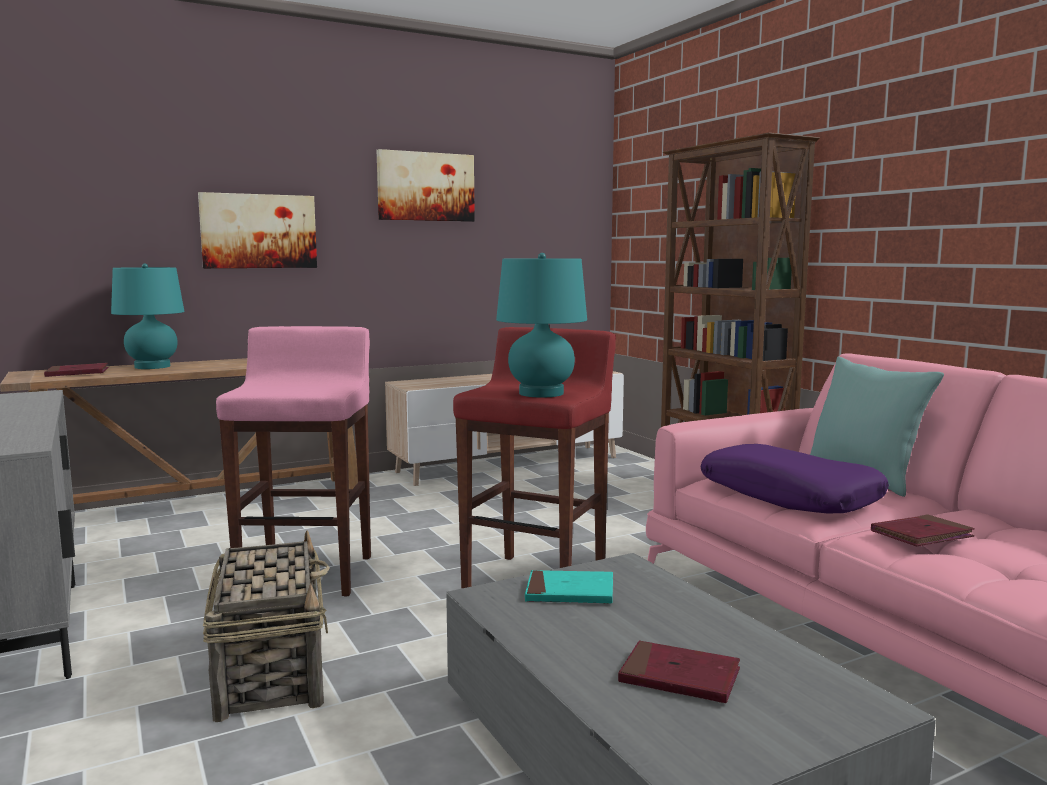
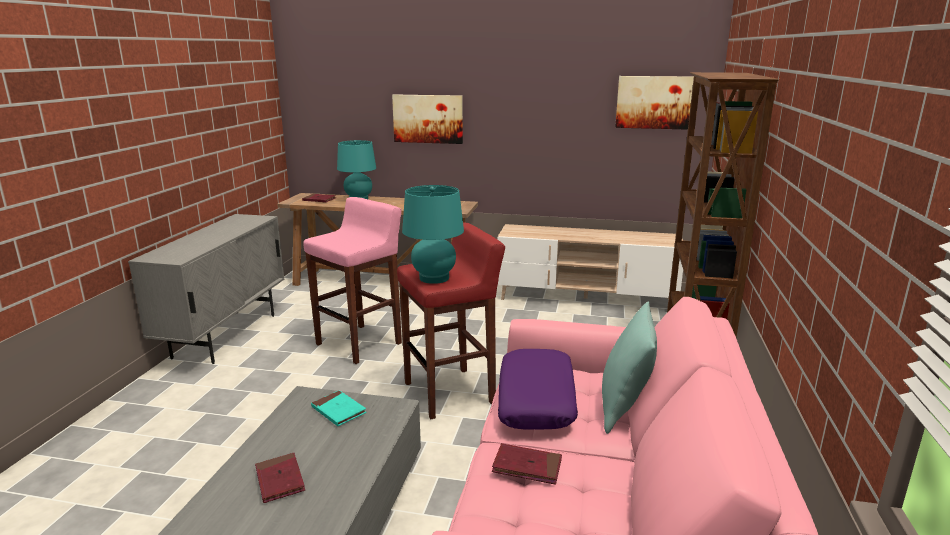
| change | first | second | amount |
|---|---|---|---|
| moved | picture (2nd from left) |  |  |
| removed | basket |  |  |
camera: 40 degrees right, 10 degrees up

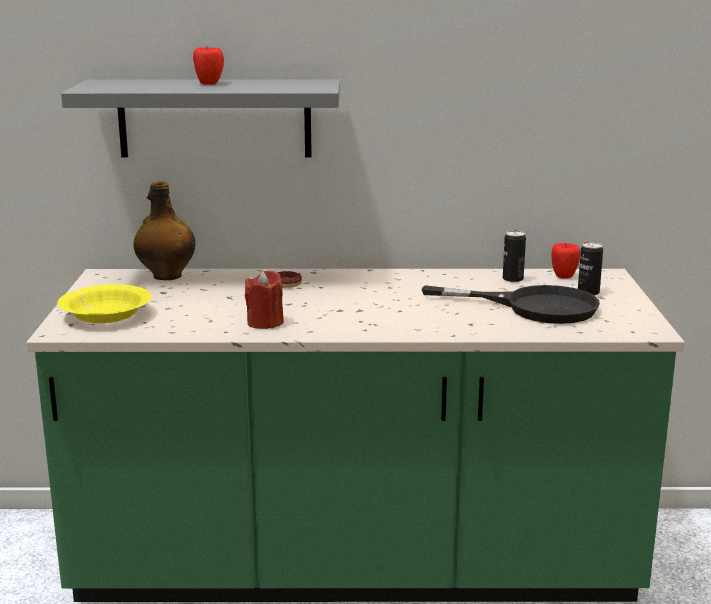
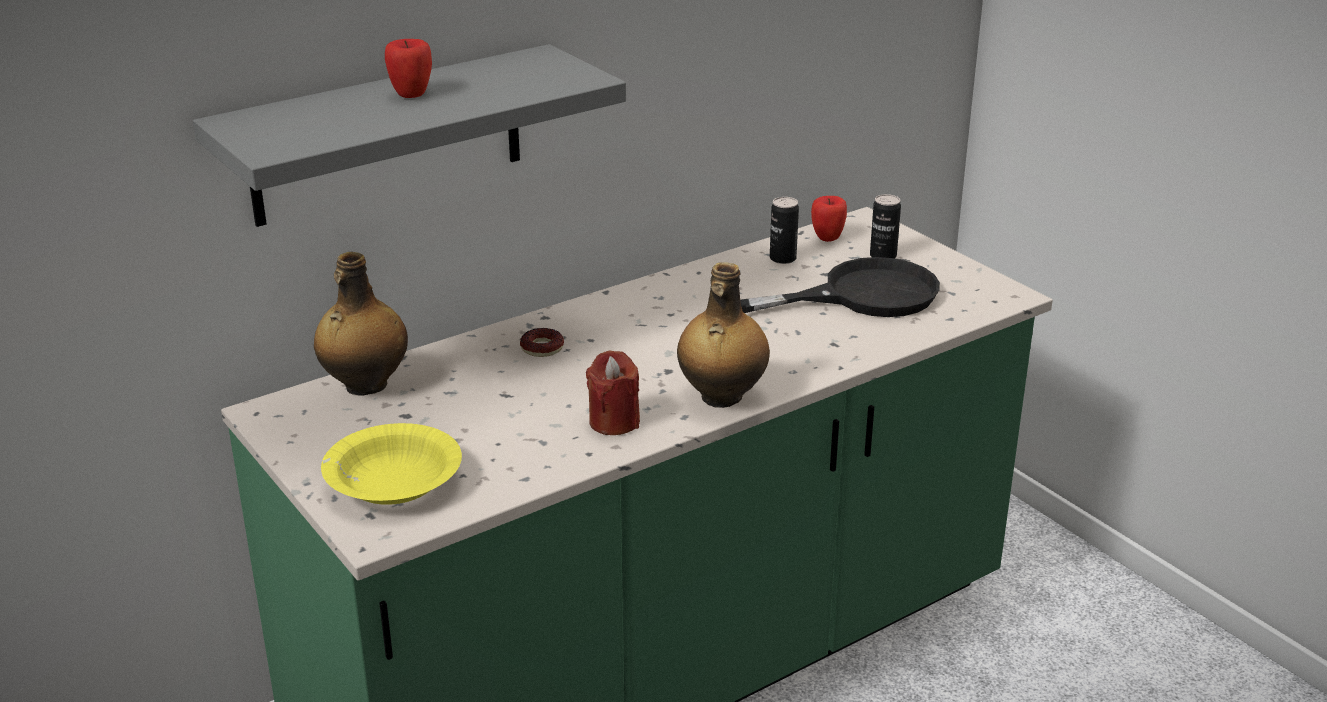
| change | first | second | amount |
|---|---|---|---|
| added |  | bottle (2nd from left) |  |
camera: 35 degrees left, 10 degrees up

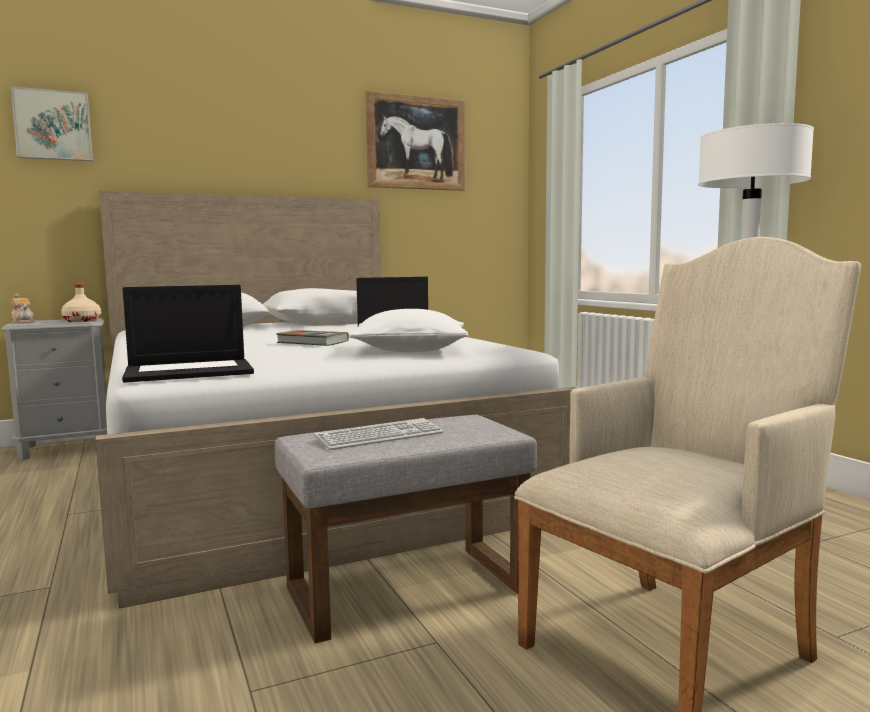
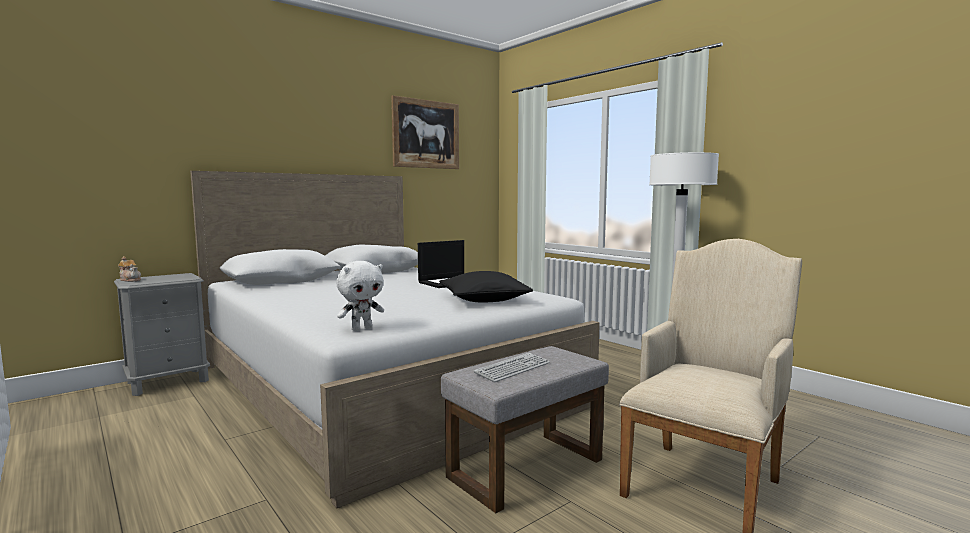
| change | first | second | amount |
|---|---|---|---|
| replaced | laptop (1st from left) | white plush toy |  |
| recoloured | white pillow | black pillow |  |
| removed | picture (1st from left) |  |  |
| removed | beige bottle |  |  |
| removed | book |  |  |
camera: 15 degrees left, 0 degrees up

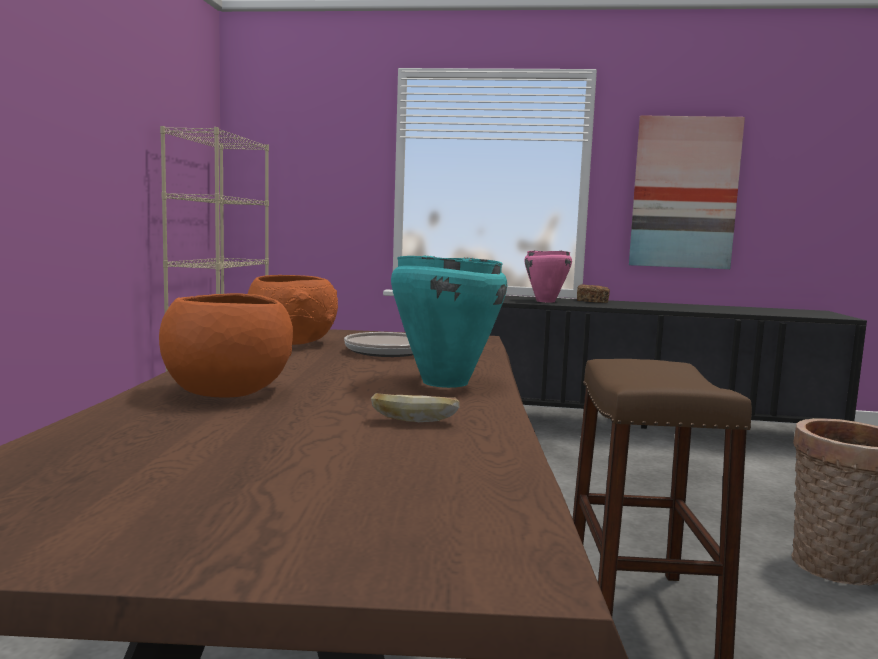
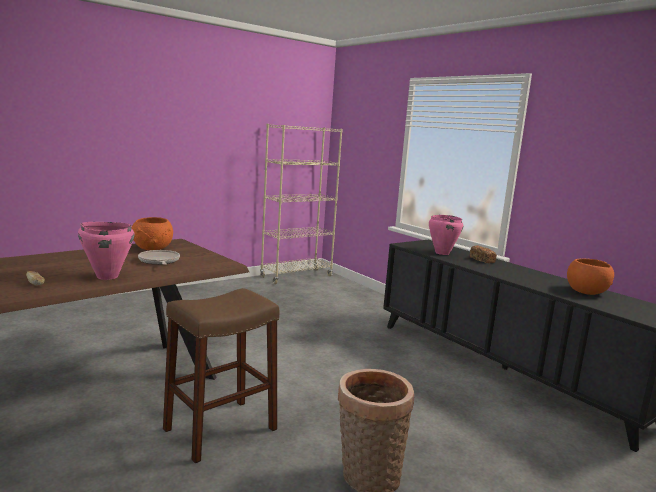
| change | first | second | amount |
|---|---|---|---|
| recoloured | turquoise cooking pot | pink cooking pot (1st from left) |  |
| moved | orange bowl (1st from left in the first image) | orange bowl (2nd from left) |  |
| removed | picture |  |  |
camera: 45 degrees right, 5 degrees up

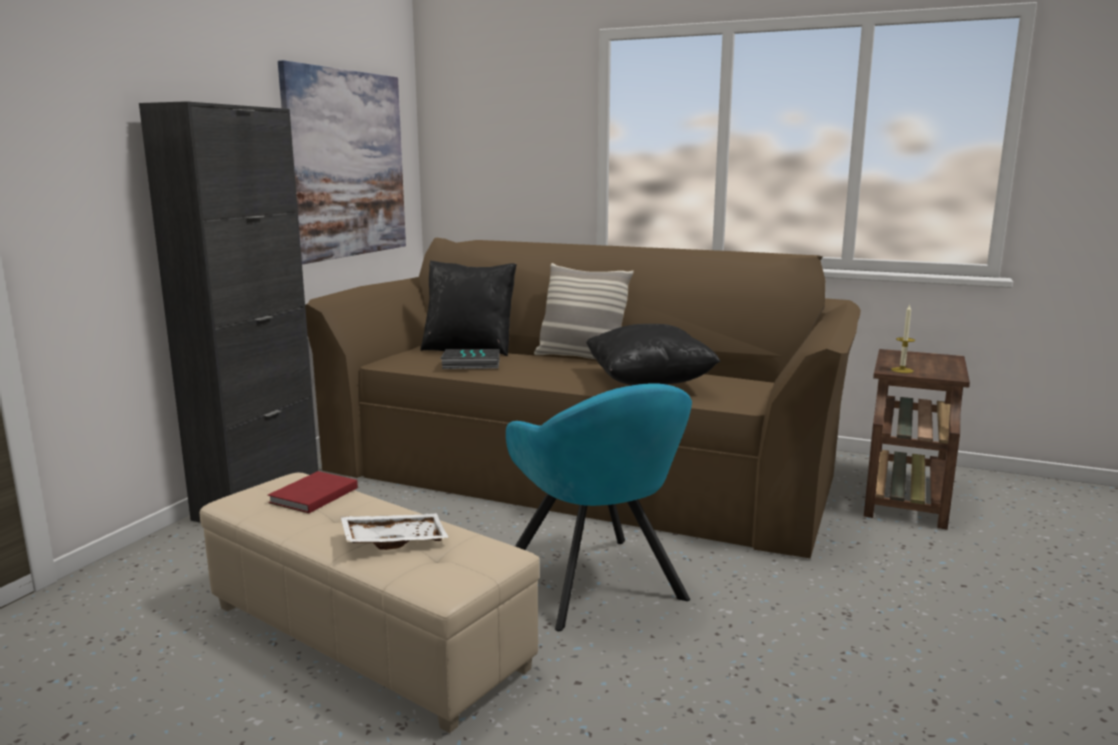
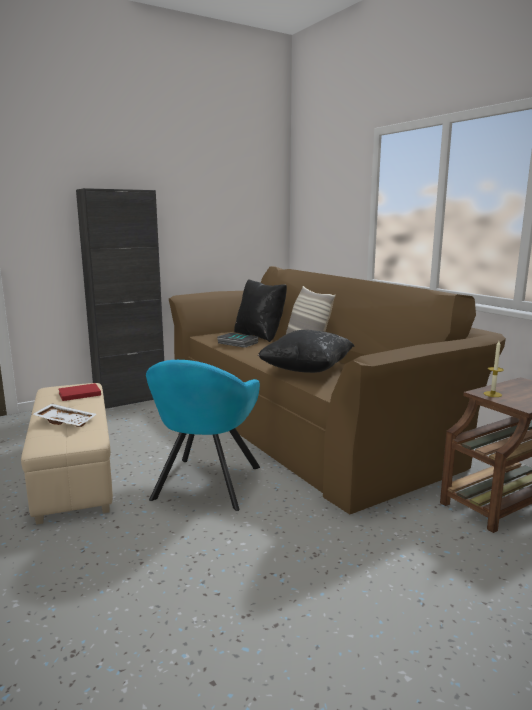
| change | first | second | amount |
|---|---|---|---|
| removed | picture |  |  |
camera: 35 degrees right, 0 degrees up

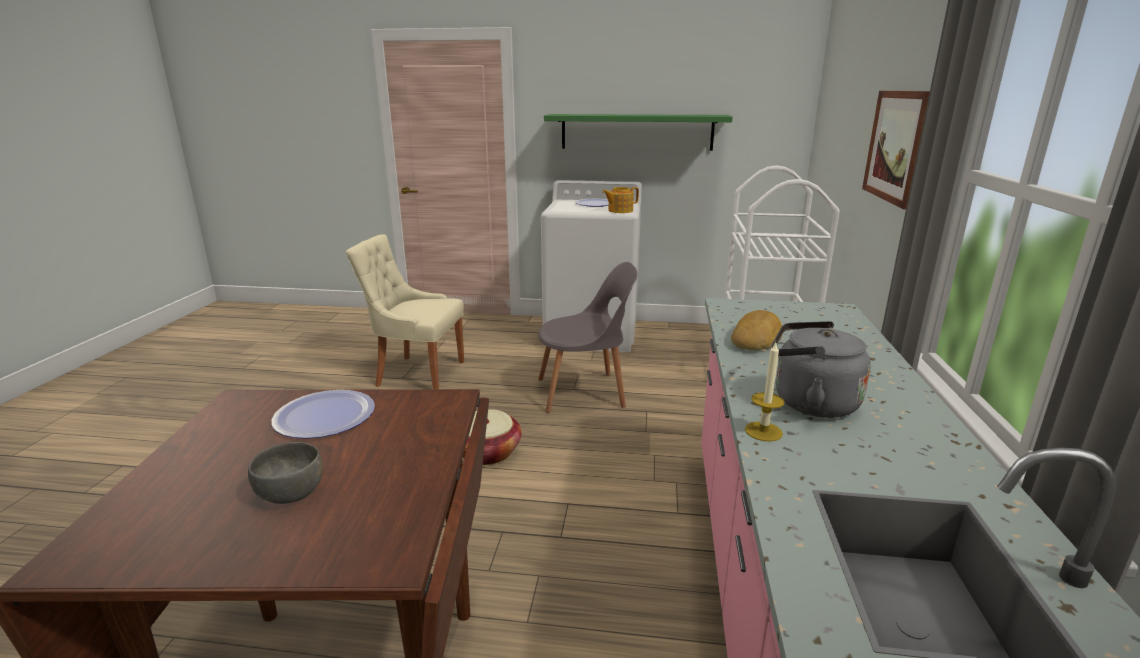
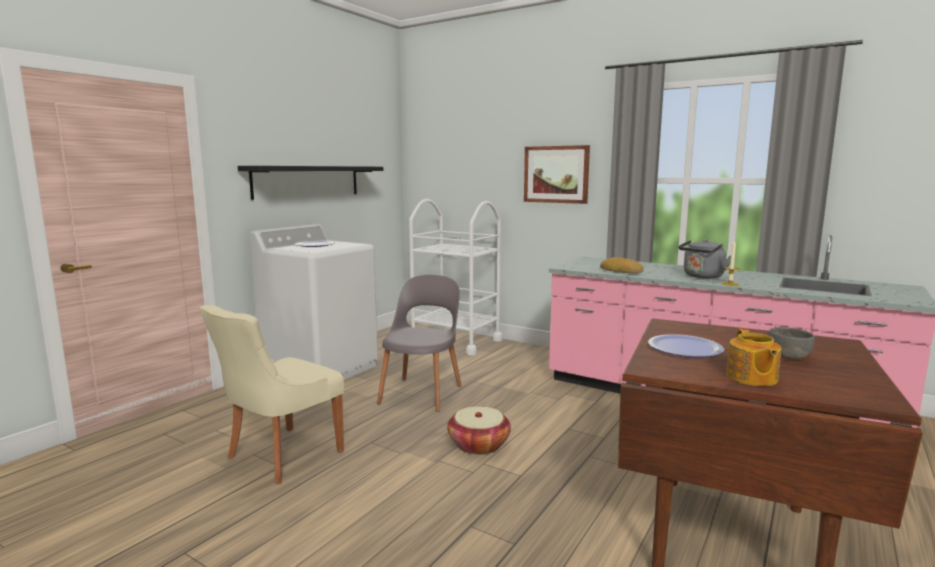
| change | first | second | amount |
|---|---|---|---|
| recoloured | green shelf | black shelf |  |
| moved | teapot |  |  |
camera: 65 degrees left, 10 degrees down

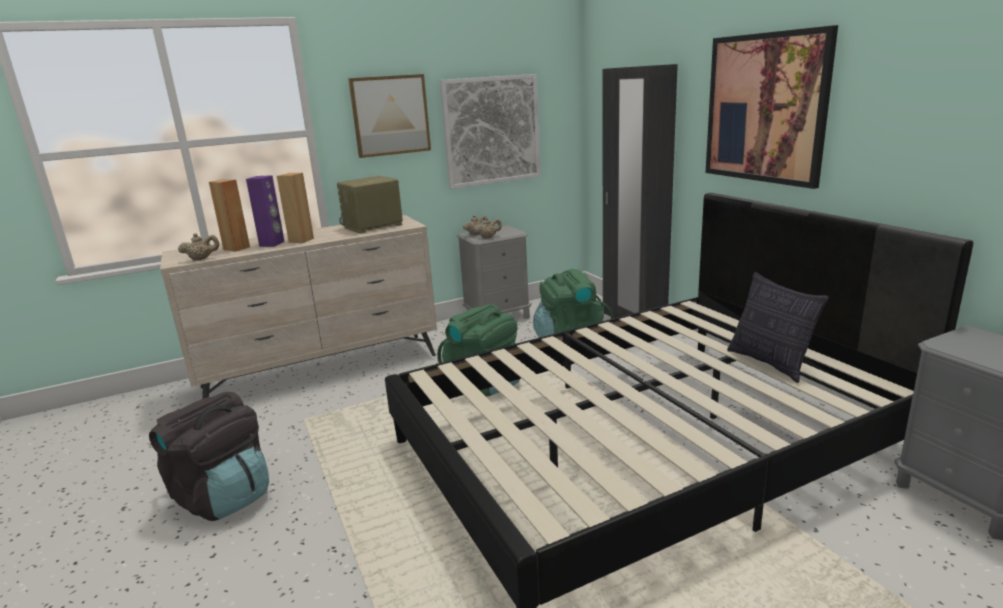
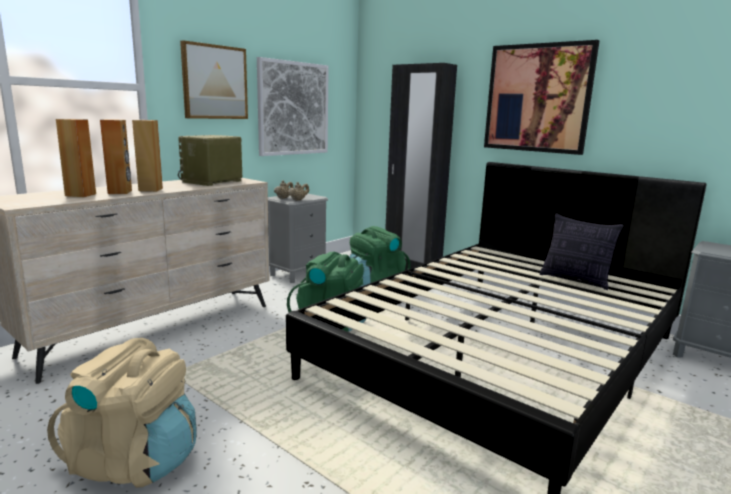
| change | first | second | amount |
|---|---|---|---|
| recoloured | black backpack | beige backpack |  |
| recoloured | purple speaker | brown speaker (2nd from left) |  |
| removed | beige teapot (1st from left) |  |  |
camera: 25 degrees left, 5 degrees down

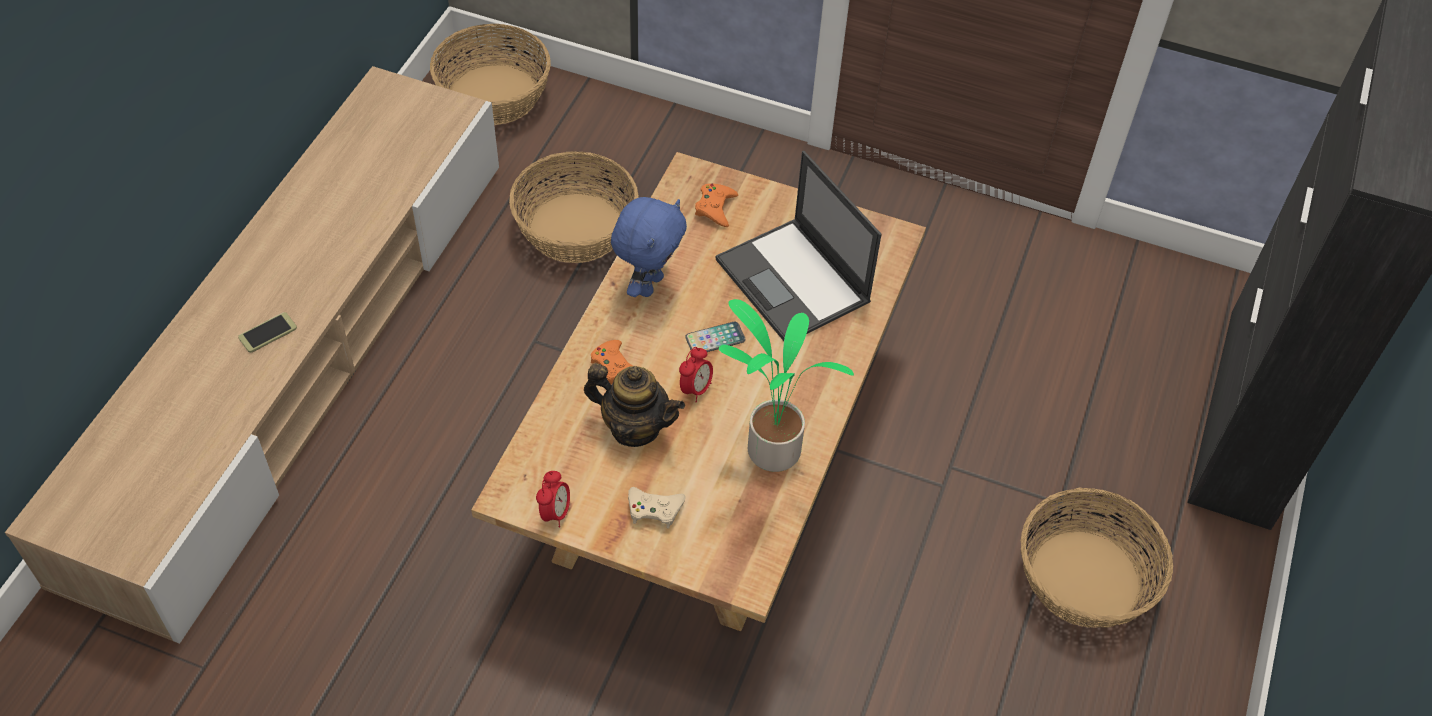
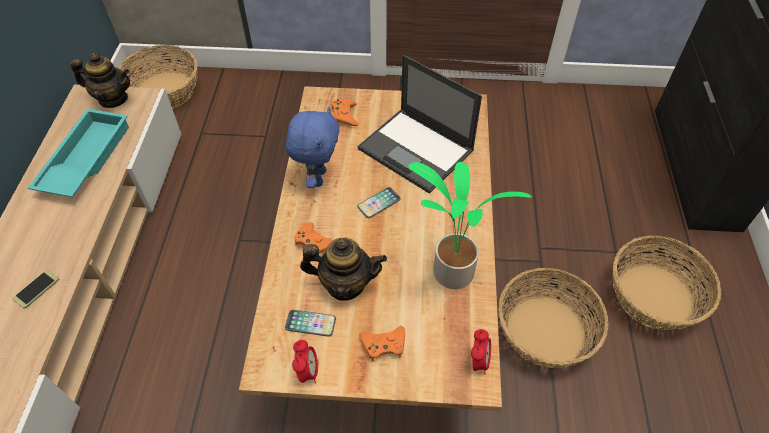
| change | first | second | amount |
|---|---|---|---|
| added |  | turquoise tray |  |
| added |  | teapot (1st from left) |  |
| added |  | phone (2nd from left) |  |
| recoloured | beige game controller | orange game controller (3rd from left) |  |
| moved | alarm clock (2nd from left) |  |  |
| moved | basket (2nd from left) |  |  |
camera: 15 degrees left, 0 degrees up

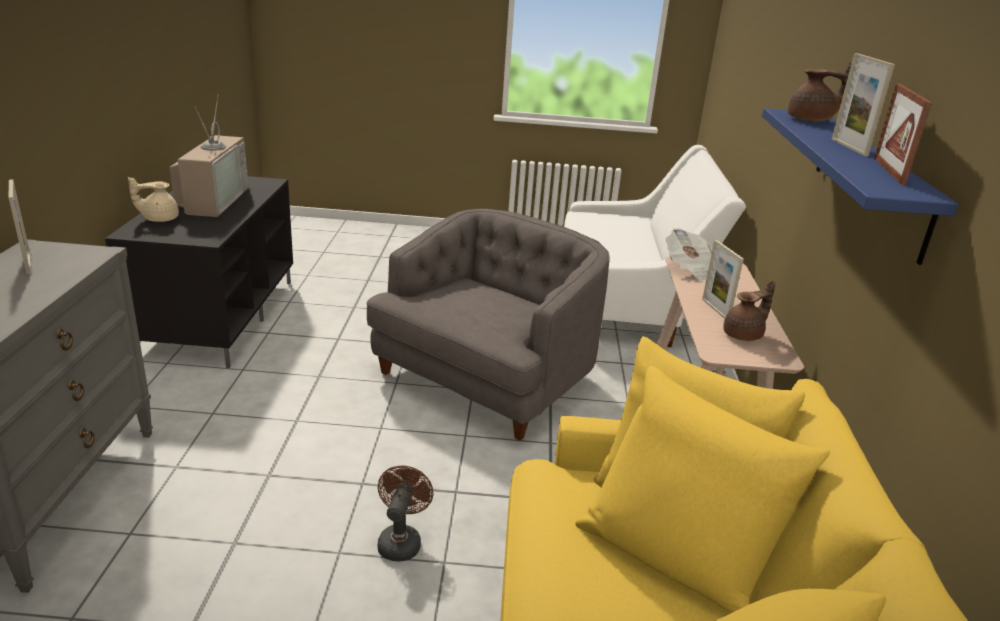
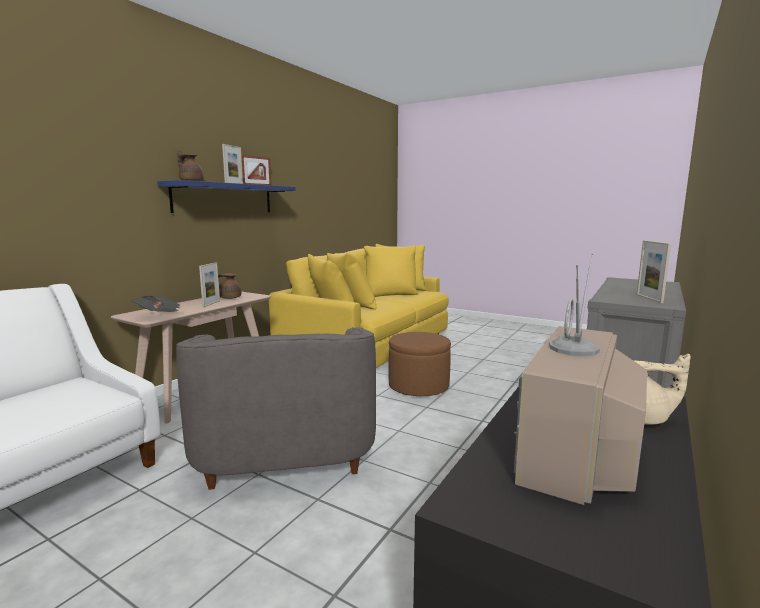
| change | first | second | amount |
|---|---|---|---|
| turned | grey armchair |  | 75 degrees counterclockwise |
| replaced | brown fan | brown ottoman |  |
camera: 150 degrees left, 15 degrees down

